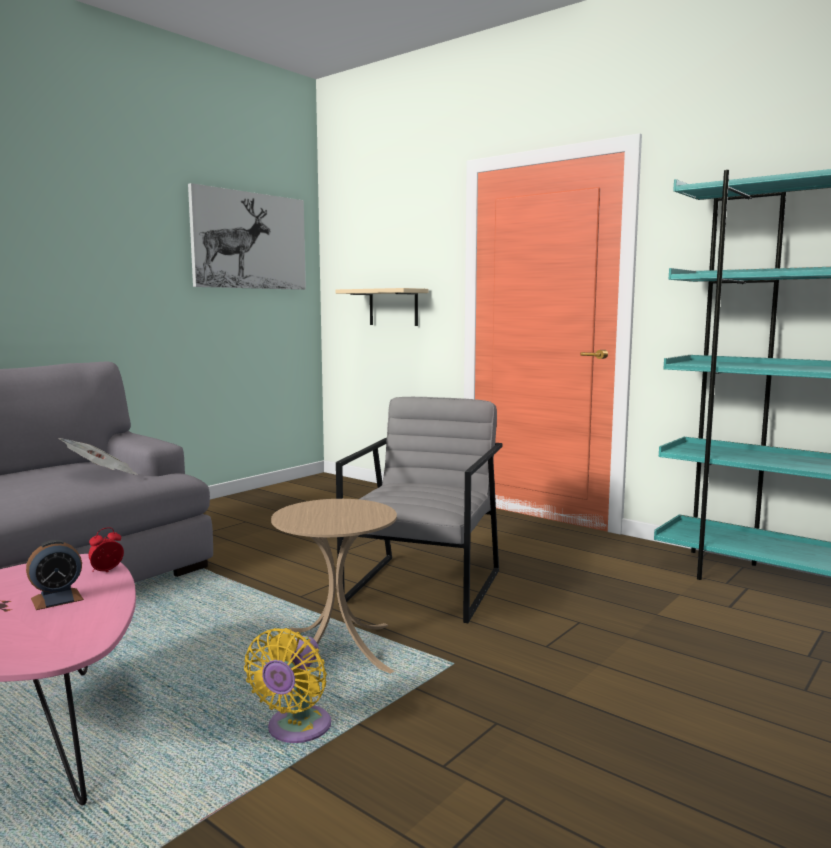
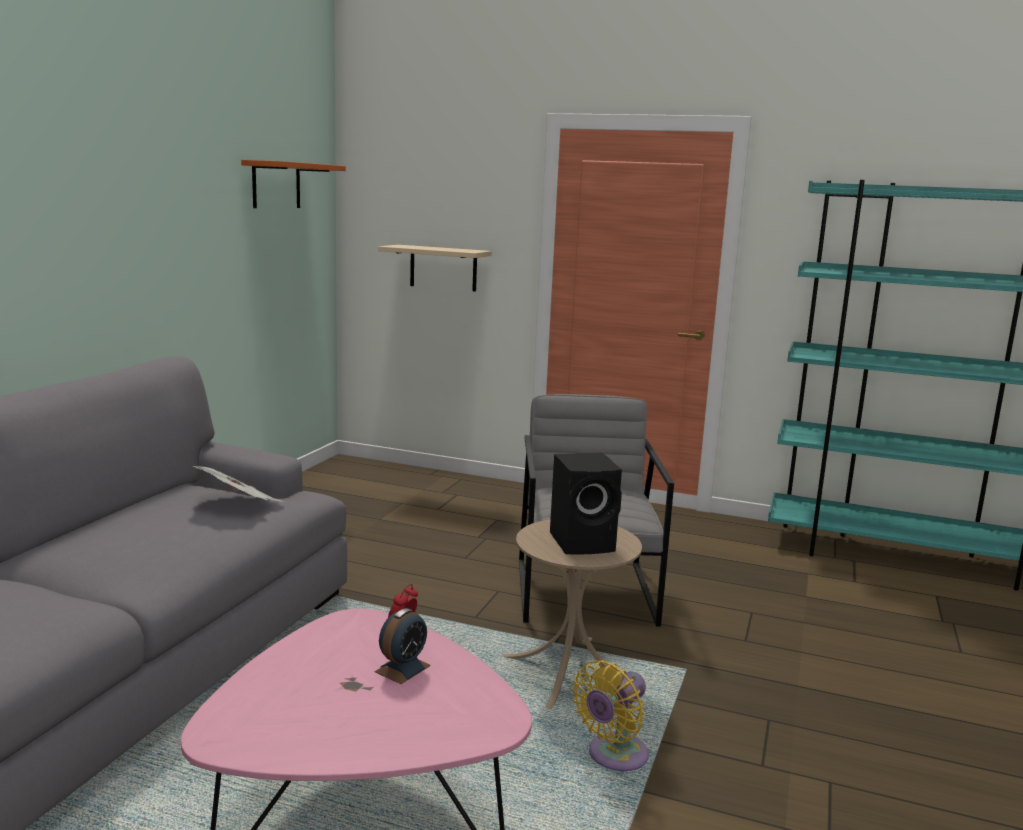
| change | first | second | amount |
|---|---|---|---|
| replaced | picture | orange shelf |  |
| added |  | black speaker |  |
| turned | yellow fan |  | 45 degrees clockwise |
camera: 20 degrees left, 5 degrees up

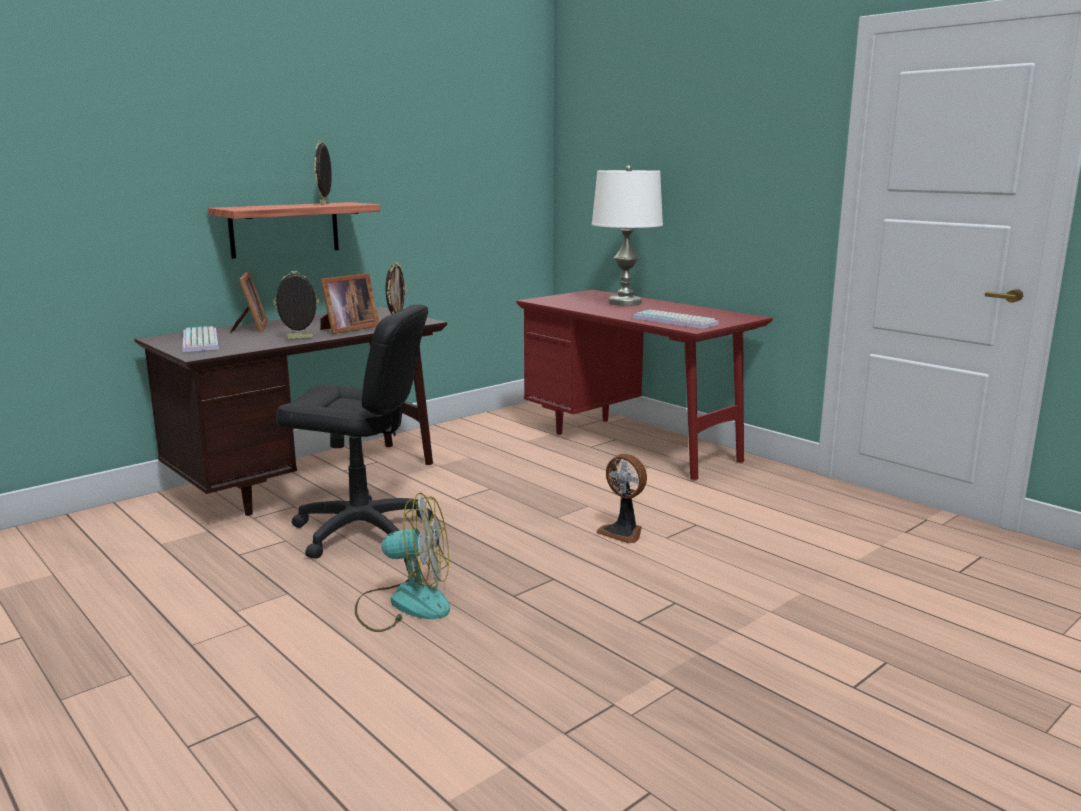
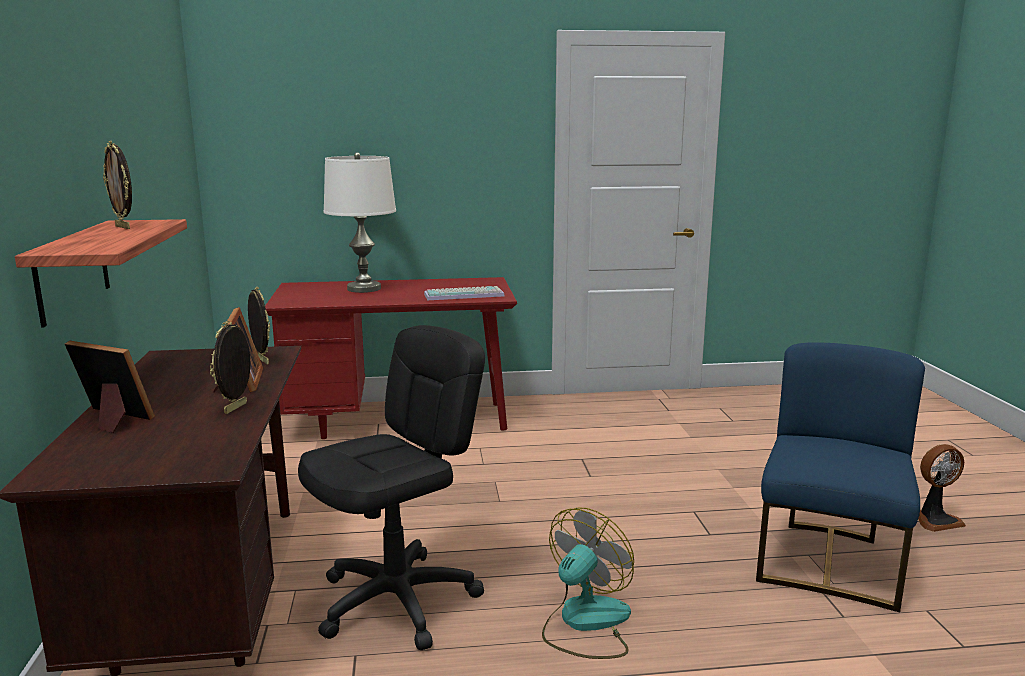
| change | first | second | amount |
|---|---|---|---|
| added |  | blue chair |  |
| moved | fan (2nd from left) |  |  |
| removed | keyboard (1st from left) |  |  |
camera: 55 degrees left, 0 degrees up

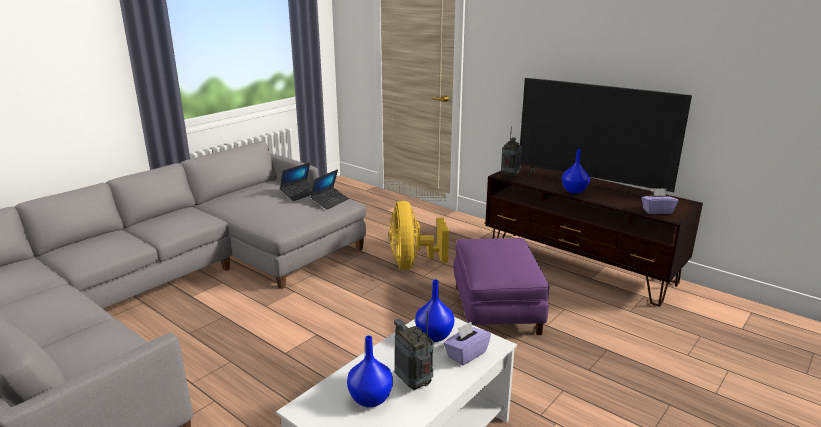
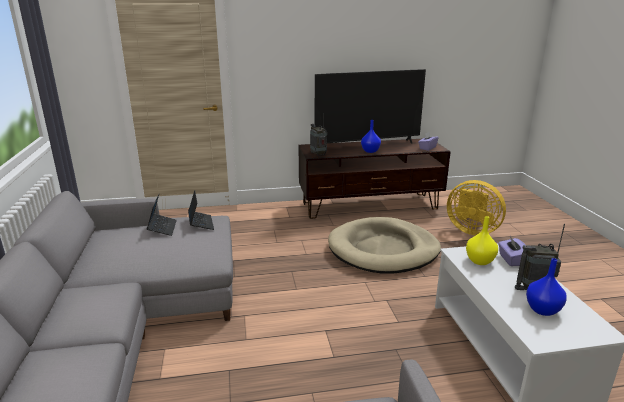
| change | first | second | amount |
|---|---|---|---|
| replaced | purple ottoman | beige dog bed |  |
| moved | yellow fan |  |  |
| recoloured | blue vase (2nd from left) | yellow vase |  |
camera: 50 degrees left, 0 degrees up

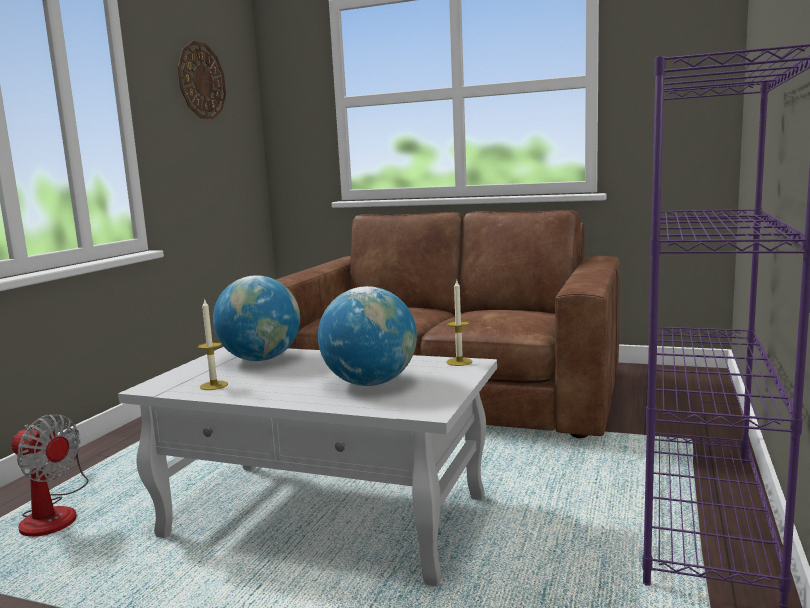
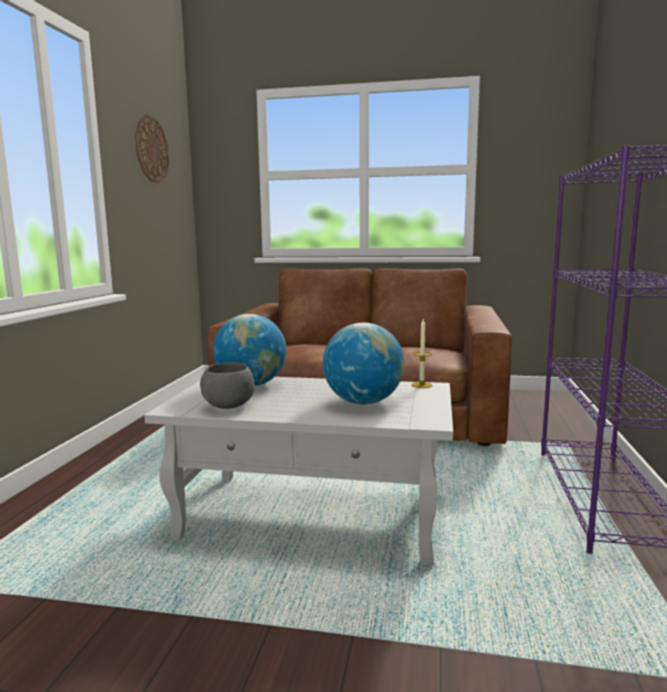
| change | first | second | amount |
|---|---|---|---|
| replaced | candle (1st from left) | grey bowl |  |
| removed | fan |  |  |
camera: 10 degrees left, 0 degrees up

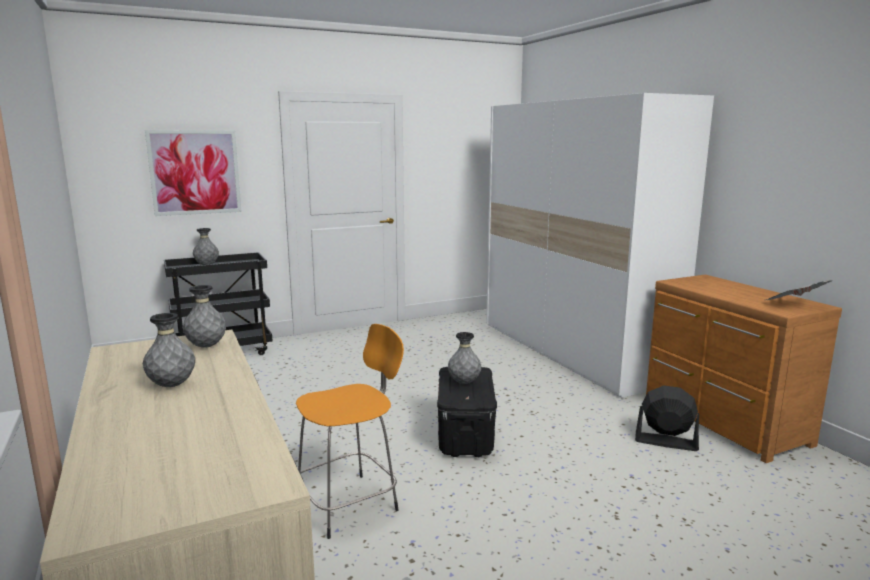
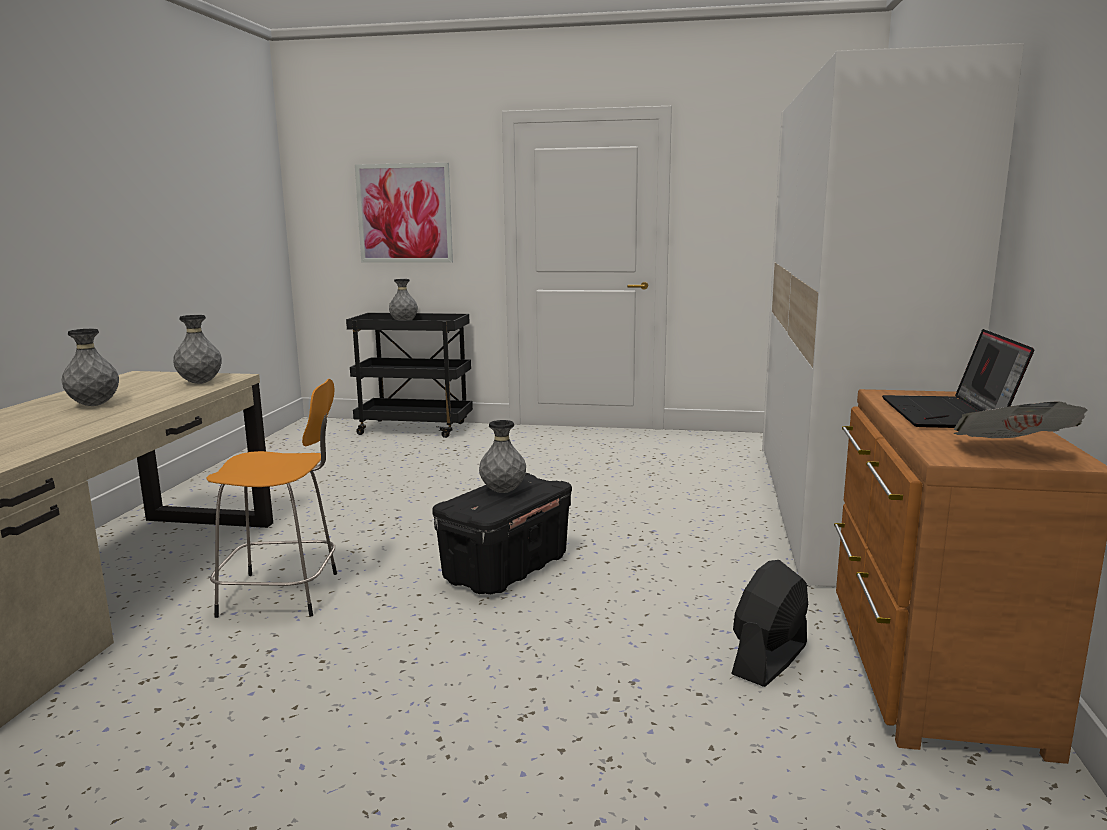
| change | first | second | amount |
|---|---|---|---|
| turned | black fan |  | 105 degrees counterclockwise |
| added |  | laptop |  |
camera: 35 degrees right, 0 degrees up

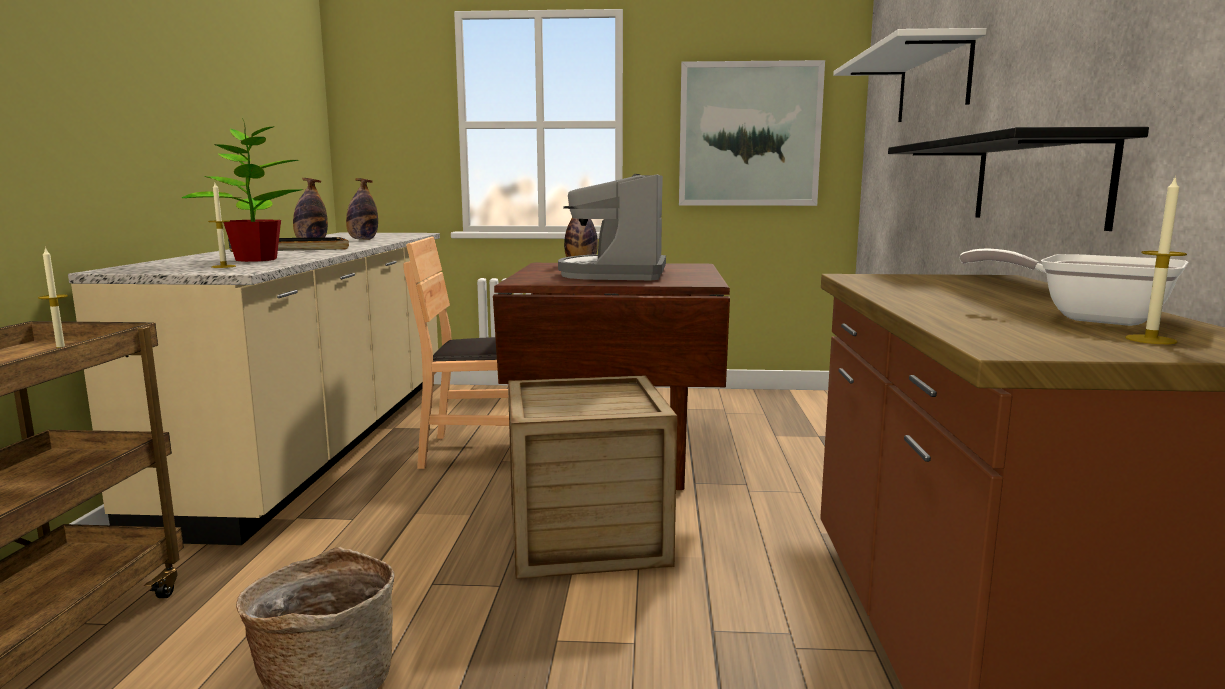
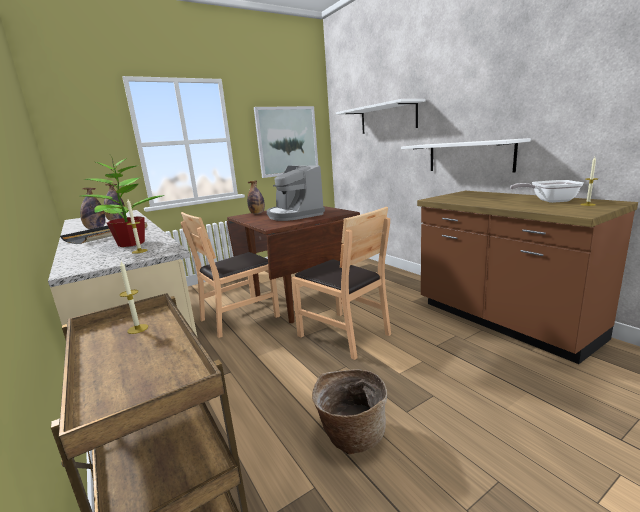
| change | first | second | amount |
|---|---|---|---|
| replaced | crate | brown chair (2nd from left) |  |
| recoloured | black shelf | white shelf (2nd from left) |  |
camera: 35 degrees left, 5 degrees up

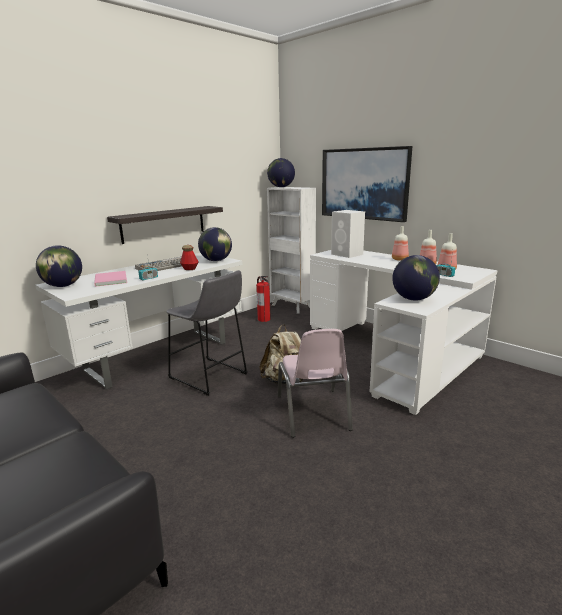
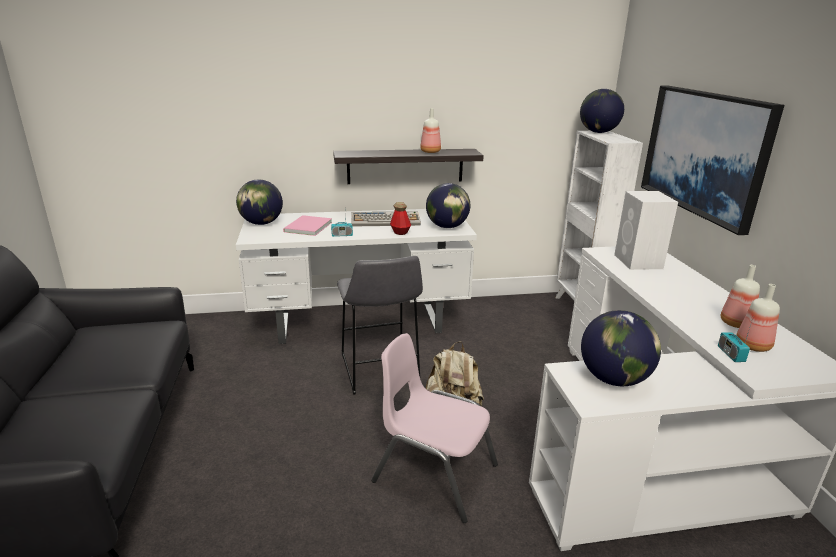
| change | first | second | amount |
|---|---|---|---|
| turned | pink chair |  | 90 degrees clockwise |
| moved | bottle (2nd from left) |  |  |
| removed | fire extinguisher |  |  |
camera: 35 degrees right, 5 degrees up

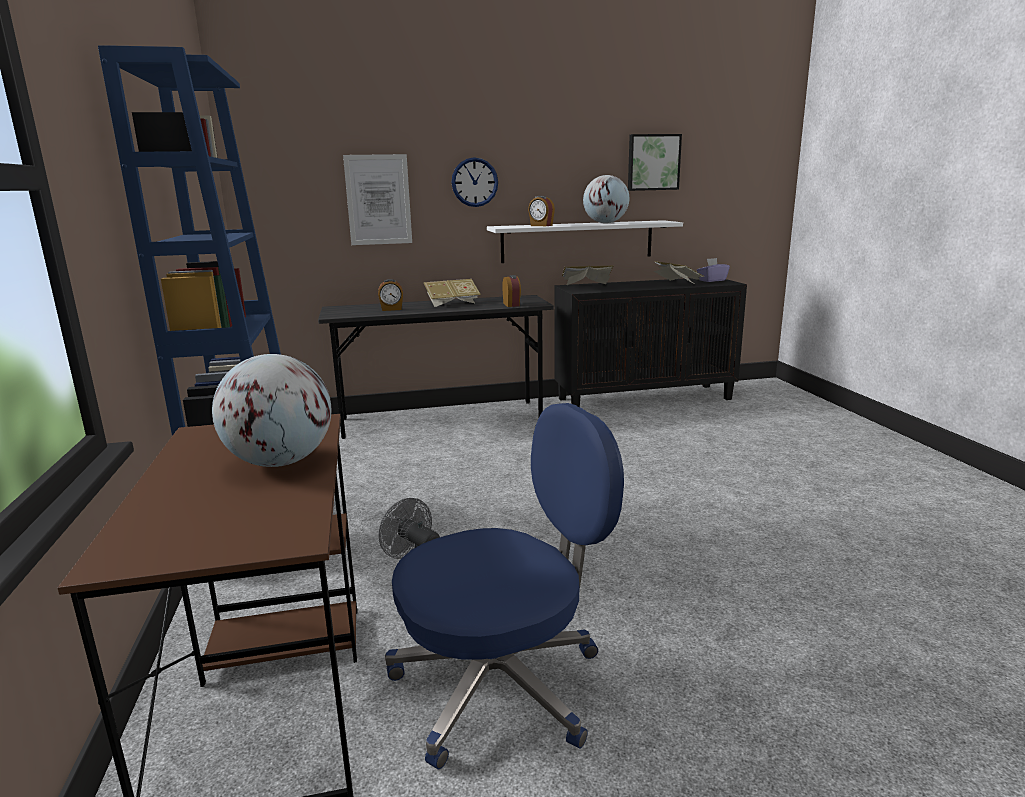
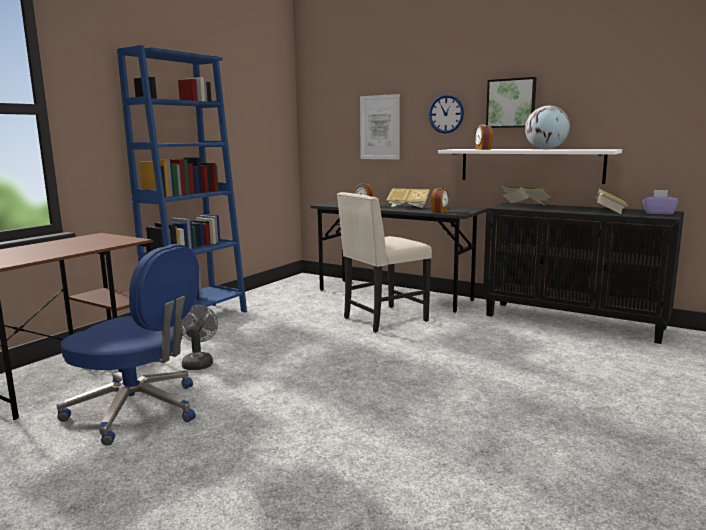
| change | first | second | amount |
|---|---|---|---|
| added |  | beige chair |  |
| moved | picture (2nd from left) |  |  |
| removed | globe (1st from left) |  |  |
camera: 45 degrees right, 5 degrees down

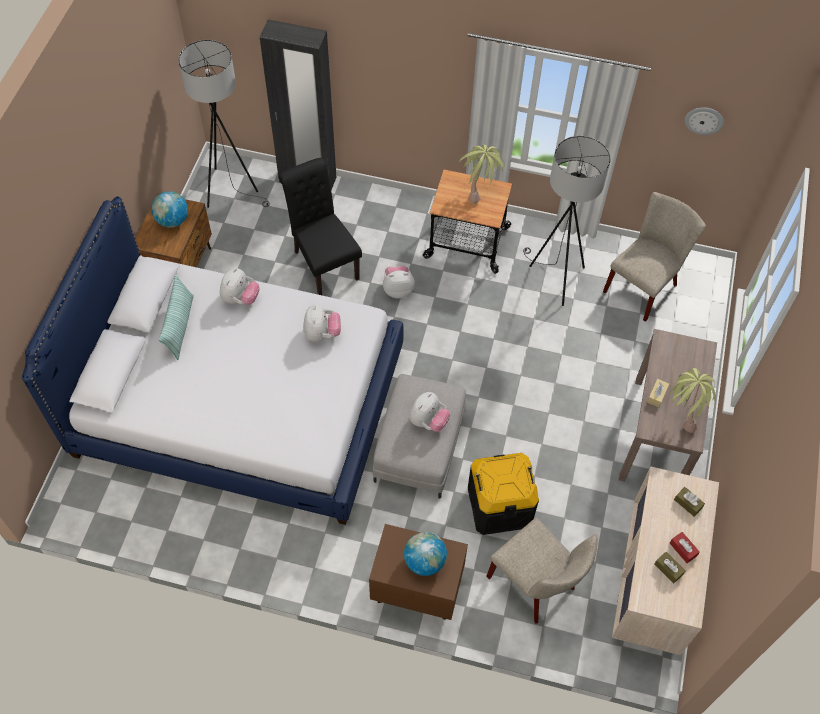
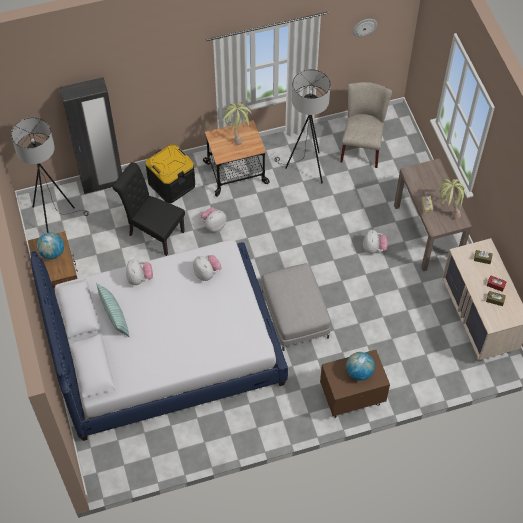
| change | first | second | amount |
|---|---|---|---|
| moved | black storage box |  |  |
| moved | plush toy (4th from left) |  |  |
| removed | beige chair (1st from left) |  |  |
camera: 30 degrees left, 0 degrees up

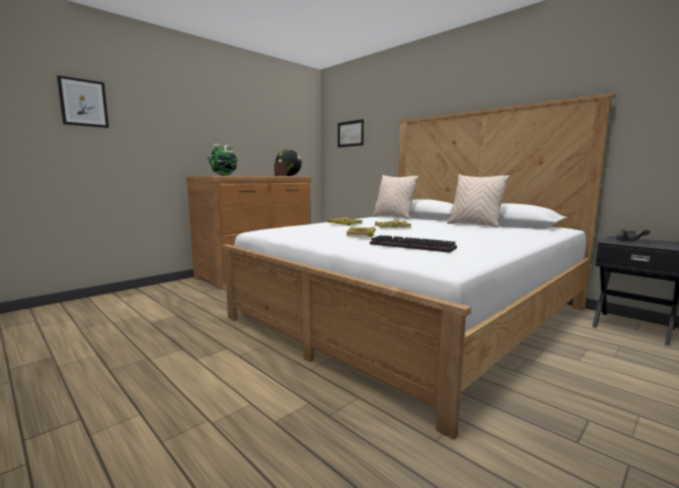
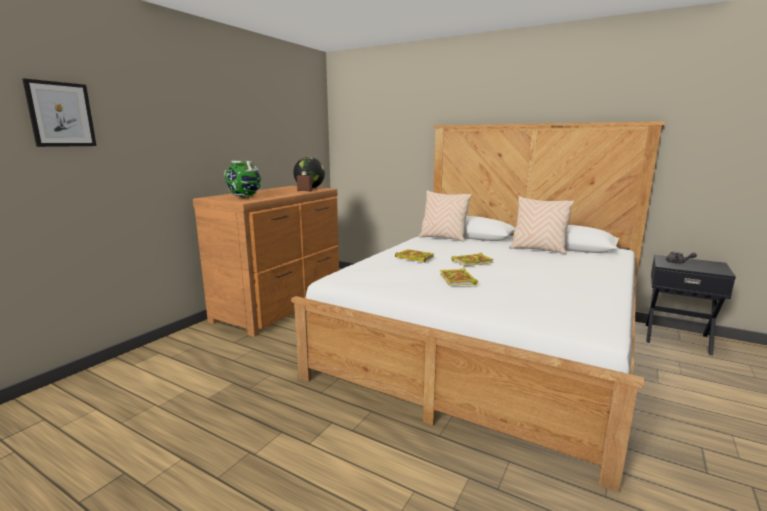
| change | first | second | amount |
|---|---|---|---|
| removed | picture (2nd from left) |  |  |
| removed | keyboard |  |  |
camera: 15 degrees left, 5 degrees up

